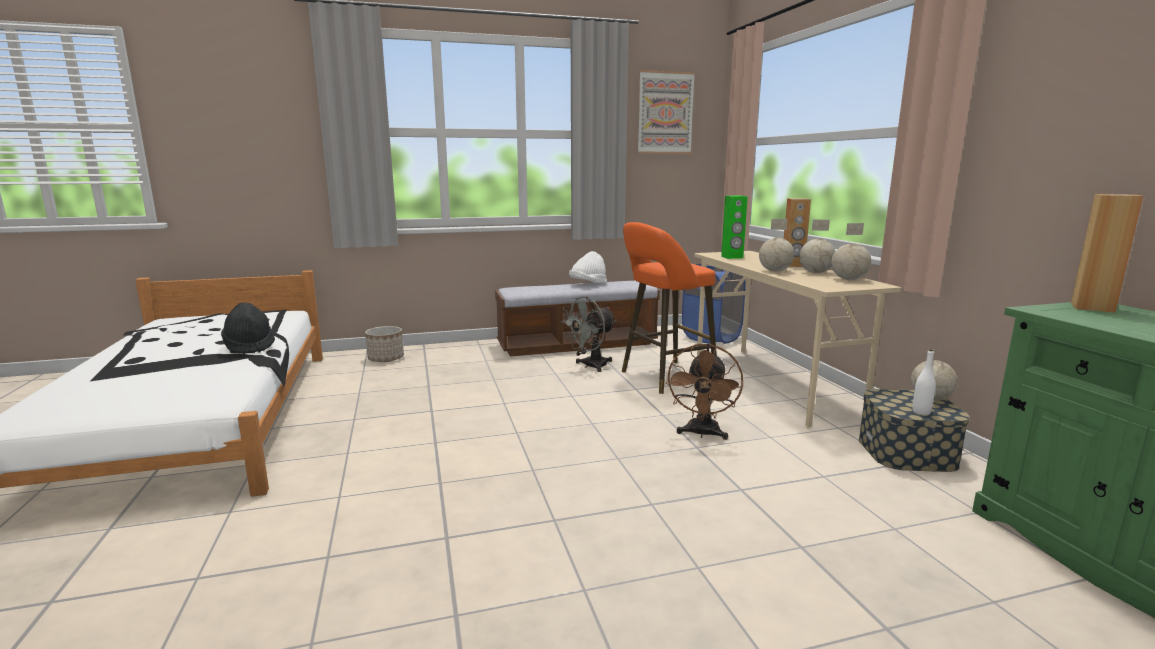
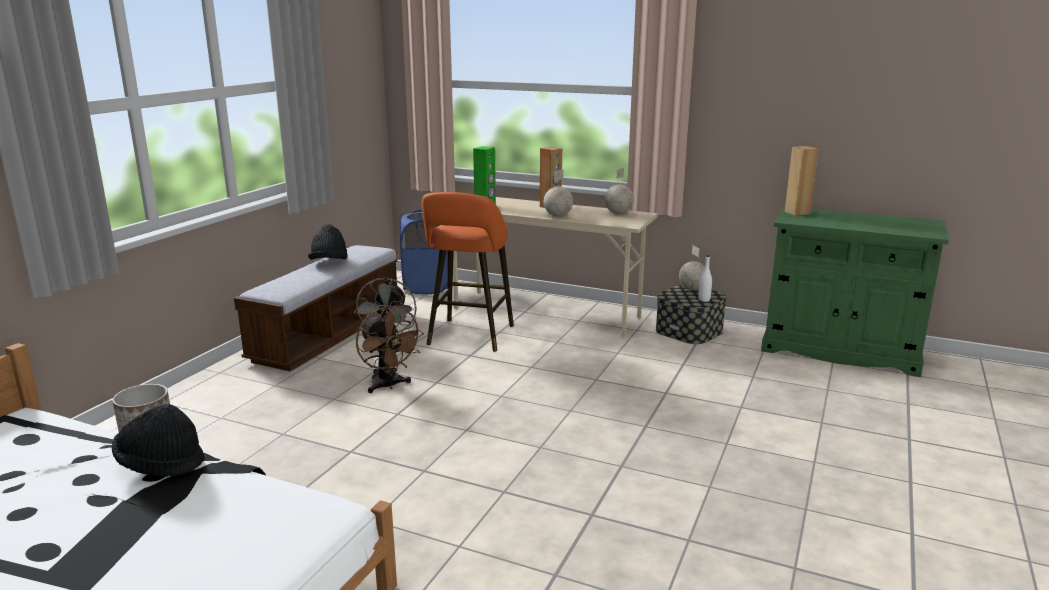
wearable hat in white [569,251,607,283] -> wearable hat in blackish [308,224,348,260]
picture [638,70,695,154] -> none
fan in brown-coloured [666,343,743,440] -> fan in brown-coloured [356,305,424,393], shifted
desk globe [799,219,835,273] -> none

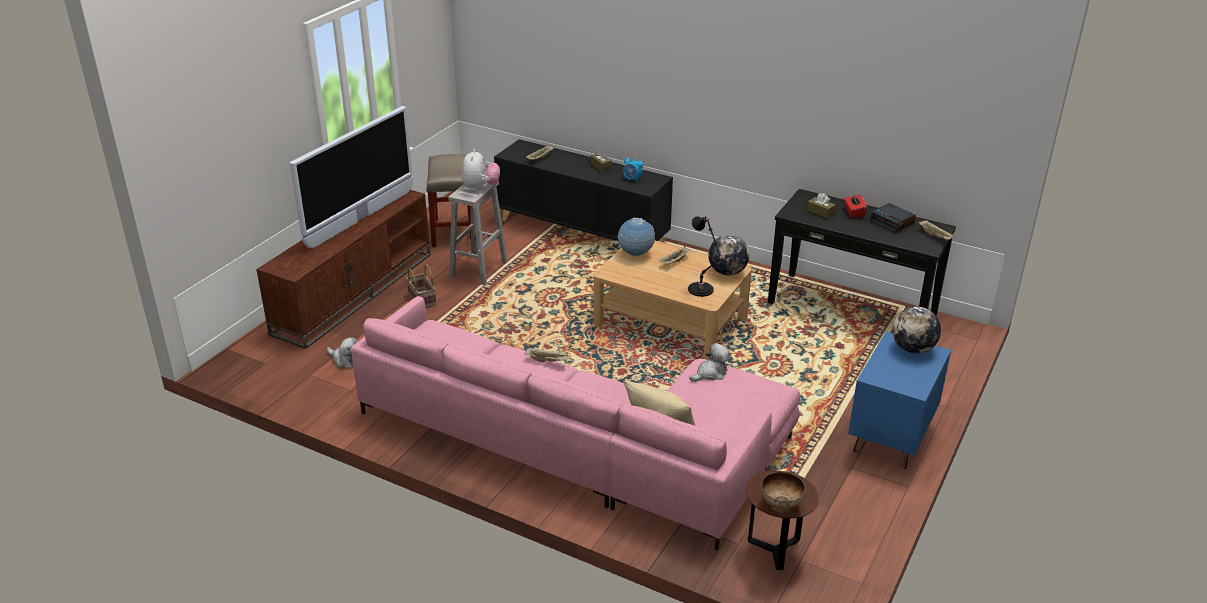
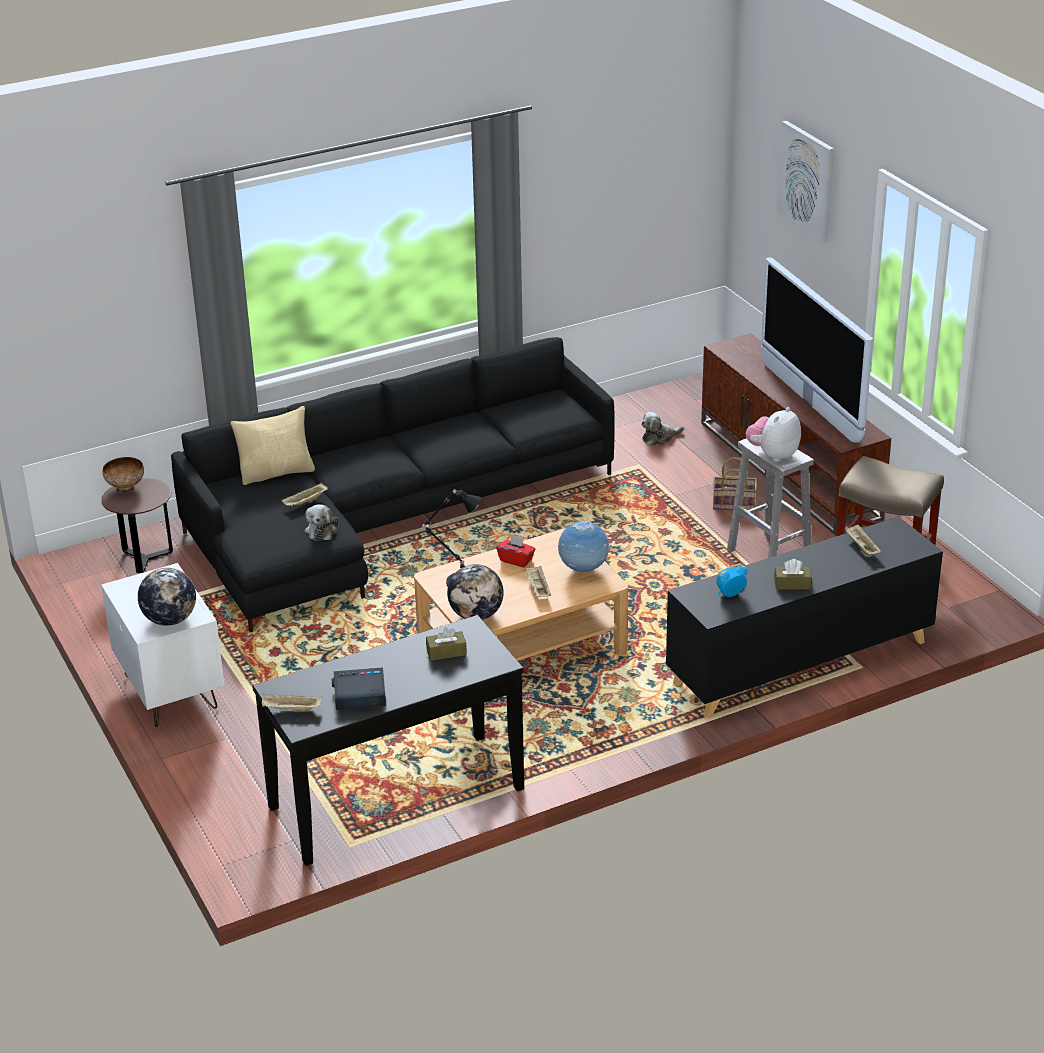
sofa in pinkish [351,296,800,551] -> sofa in blackish [171,337,615,632]
cuddly toy [462,149,500,191] -> cuddly toy [746,407,801,462], 90 degrees clockwise
serving tray in beige-coloured [525,347,568,363] -> serving tray in beige-coloured [281,482,328,506], shifted
tissue holder in red-coloured [844,194,867,218] -> tissue holder in red-coloured [496,534,535,567], shifted
nightstand in blue [848,331,951,469] -> nightstand in white [101,563,225,727]
none -> picture [777,121,834,243]

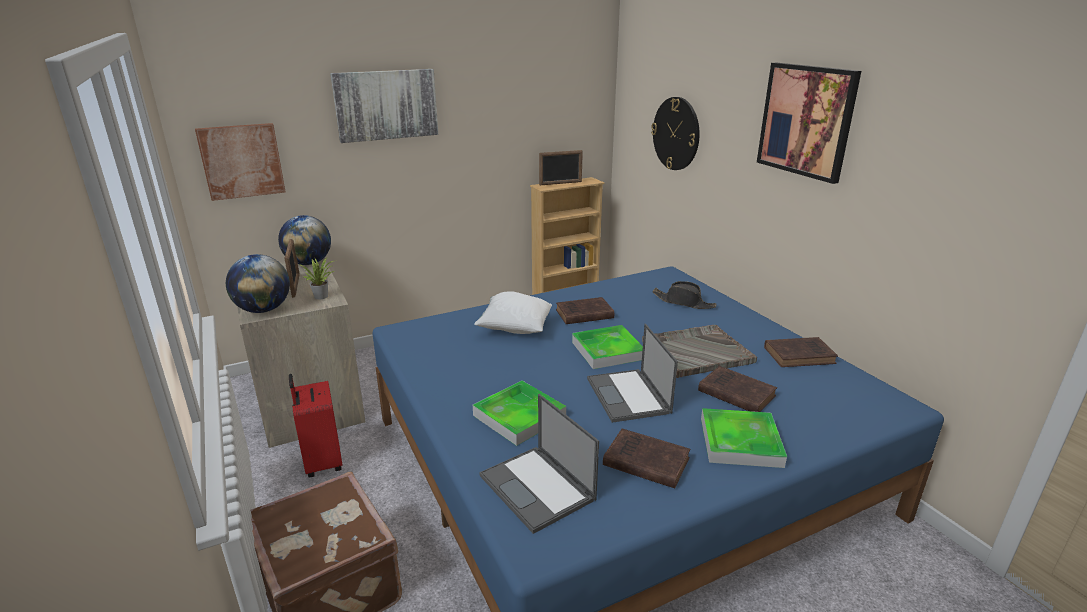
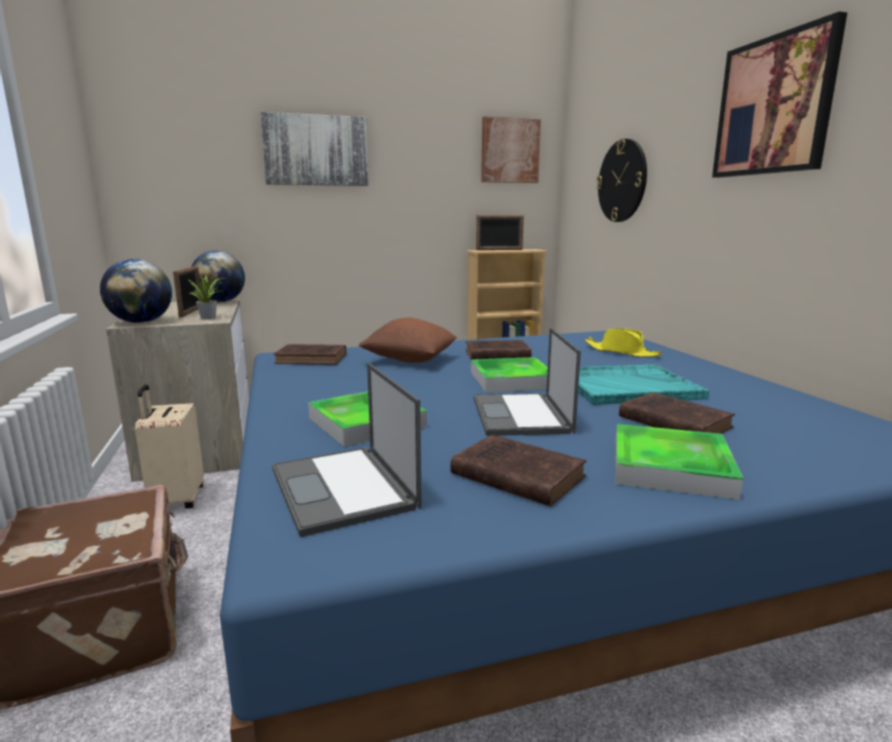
picture [195,123,286,201] -> picture [481,116,541,183], shifted
piece of luggage in red-coloured [289,374,343,478] -> piece of luggage in beige-coloured [135,384,204,509]
throw pillow in white [475,291,552,334] -> throw pillow in brown-coloured [358,317,457,363]
serving tray in gray [642,325,757,378] -> serving tray in turquoise-coloured [578,365,709,405]
wearable hat in blackish [652,281,717,309] -> wearable hat in yellow-coloured [585,328,663,357]
book in brown-coloured [764,337,838,367] -> book in brown-coloured [274,344,346,365], shifted

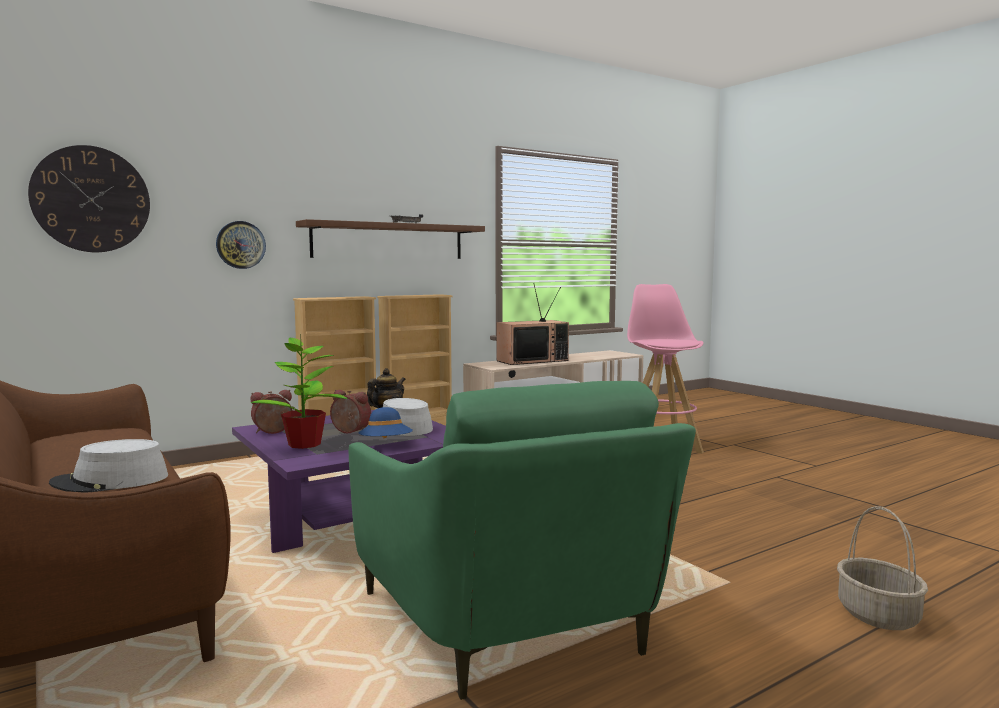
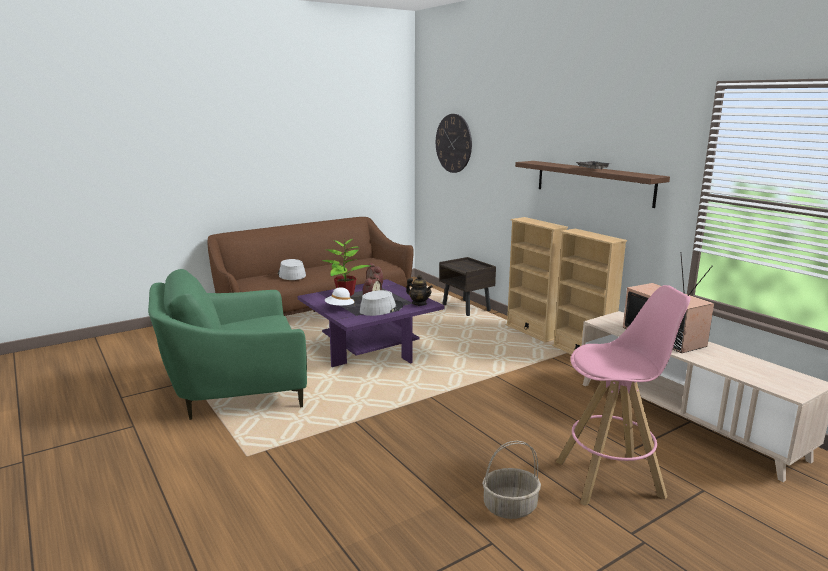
wall clock [216,221,266,269] -> none
wearable hat in blue [359,407,413,438] -> wearable hat in white [325,287,355,306]
storage basket [837,506,928,630] -> storage basket [482,441,541,519], shifted
none -> nightstand in brown-coloured [439,257,496,316]

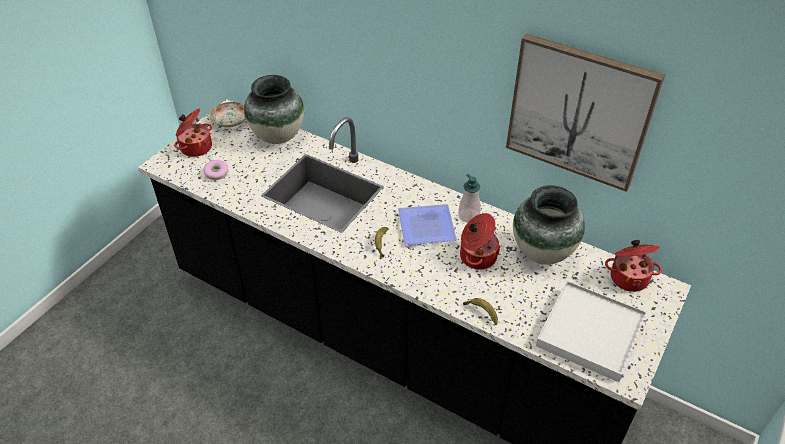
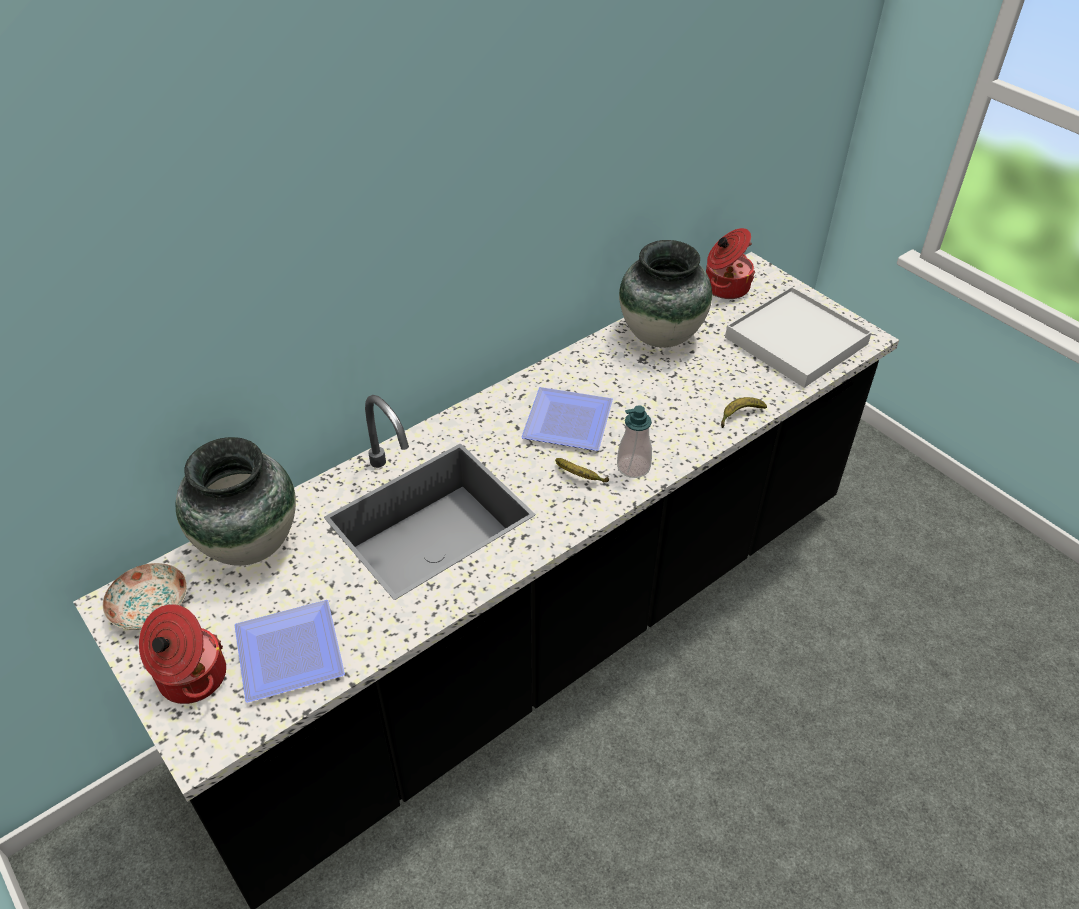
donut [203,160,229,180] -> flat dish [234,600,345,703]
soap dispenser [458,174,481,223] -> soap dispenser [617,405,652,478], shifted
saucepot [460,213,500,270] -> none
picture [506,34,665,192] -> none

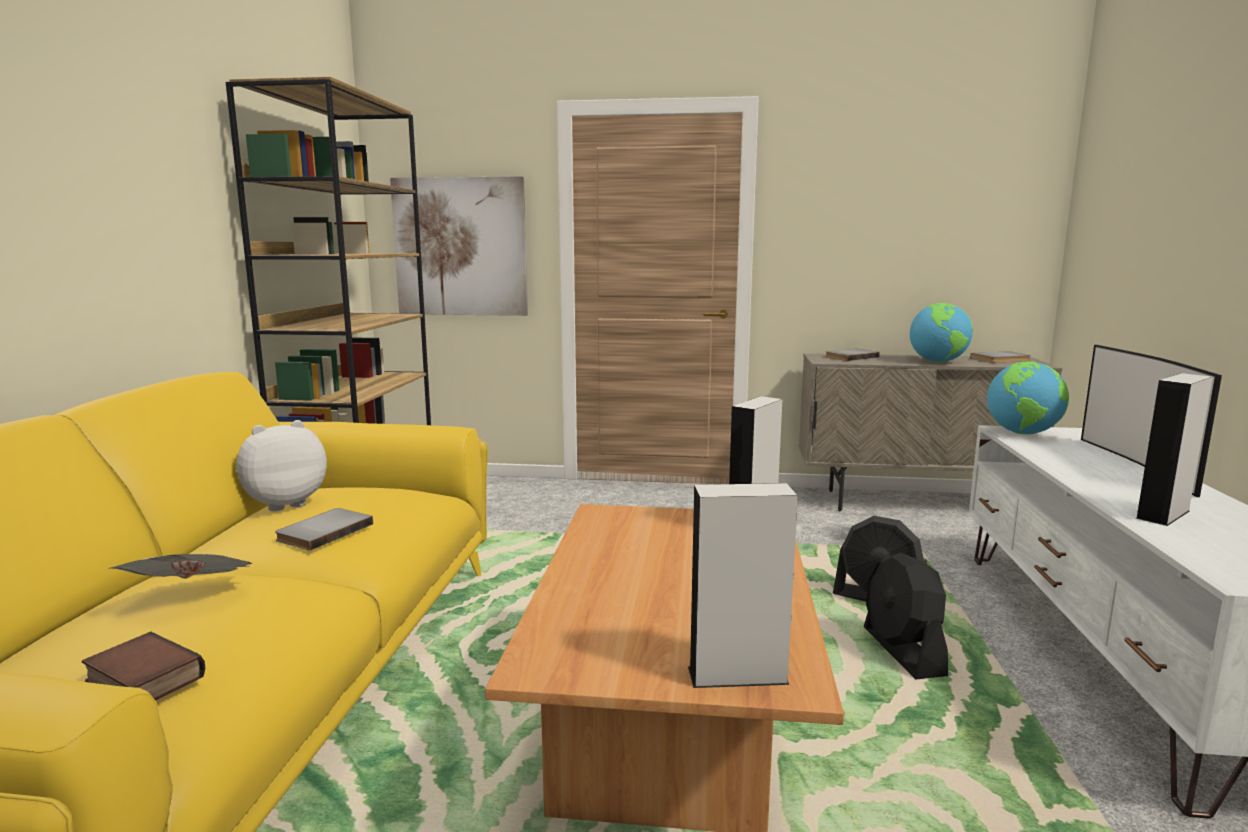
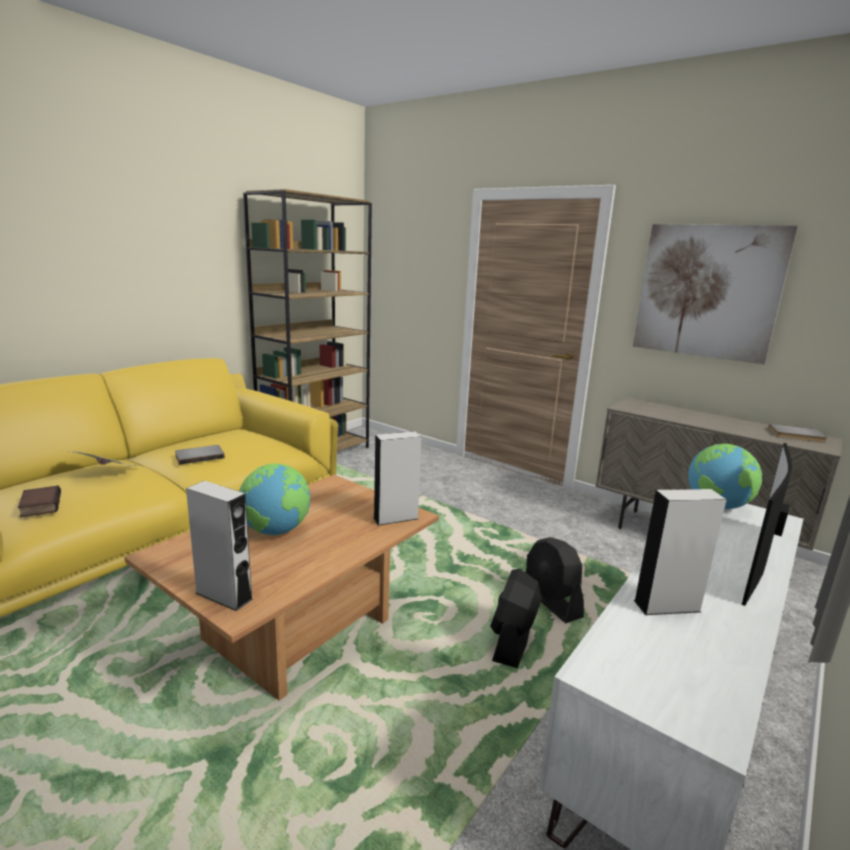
cuddly toy [237,420,327,511] -> none
picture [390,176,528,316] -> picture [633,224,798,365], shifted
book in gray [826,349,880,361] -> none
desk globe [910,303,973,363] -> desk globe [239,464,310,535], shifted

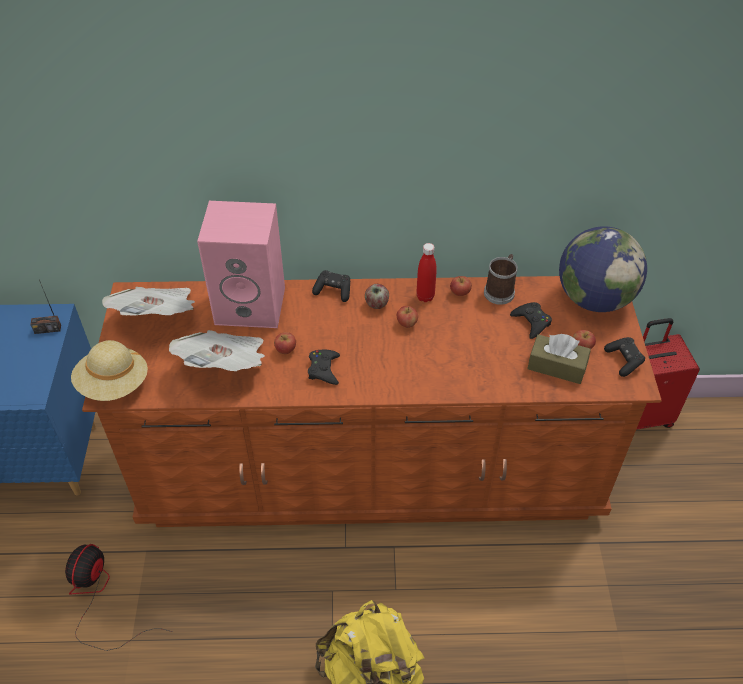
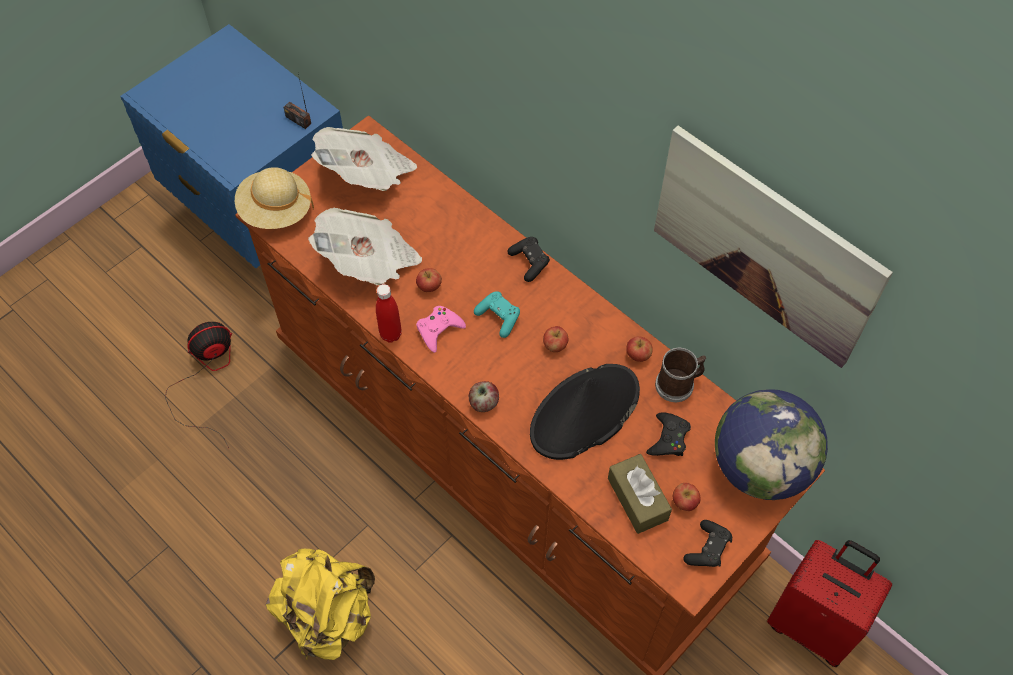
audio speaker in pinkish [197,201,285,328] -> none
gamepad in blackish [308,349,340,385] -> gamepad in pinkish [416,306,466,353]
whole apple [365,284,389,309] -> whole apple [469,381,499,412], shifted
beverage bottle in red-coloured [416,243,437,302] -> beverage bottle in red-coloured [376,284,402,343], shifted
none -> gamepad in turquoise-coloured [474,291,520,338]
none -> wearable hat in blackish [530,364,640,460]
none -> picture [654,125,893,368]

